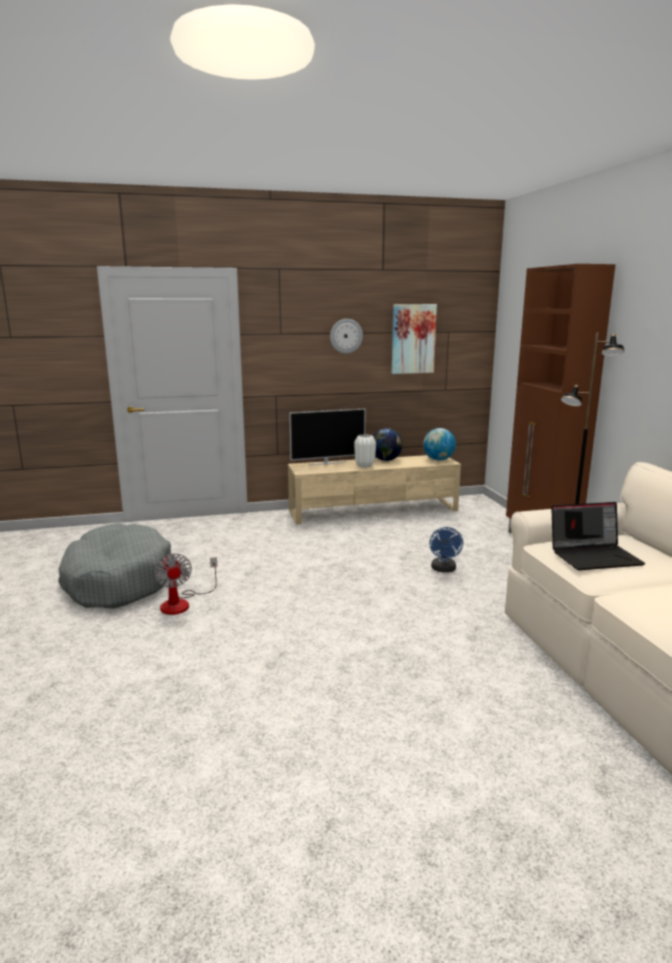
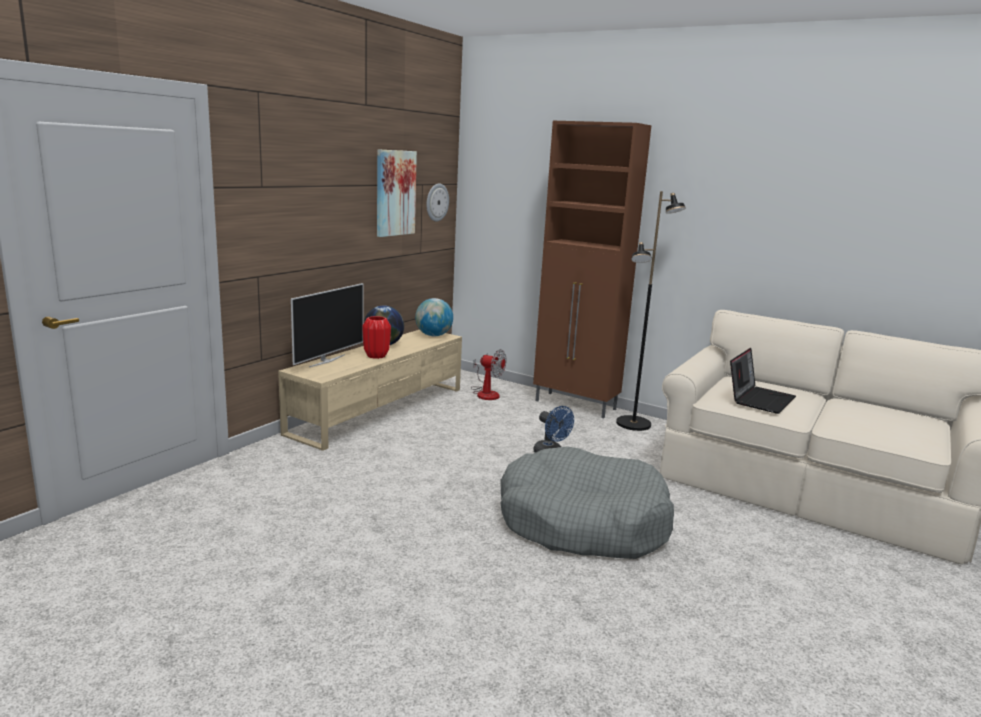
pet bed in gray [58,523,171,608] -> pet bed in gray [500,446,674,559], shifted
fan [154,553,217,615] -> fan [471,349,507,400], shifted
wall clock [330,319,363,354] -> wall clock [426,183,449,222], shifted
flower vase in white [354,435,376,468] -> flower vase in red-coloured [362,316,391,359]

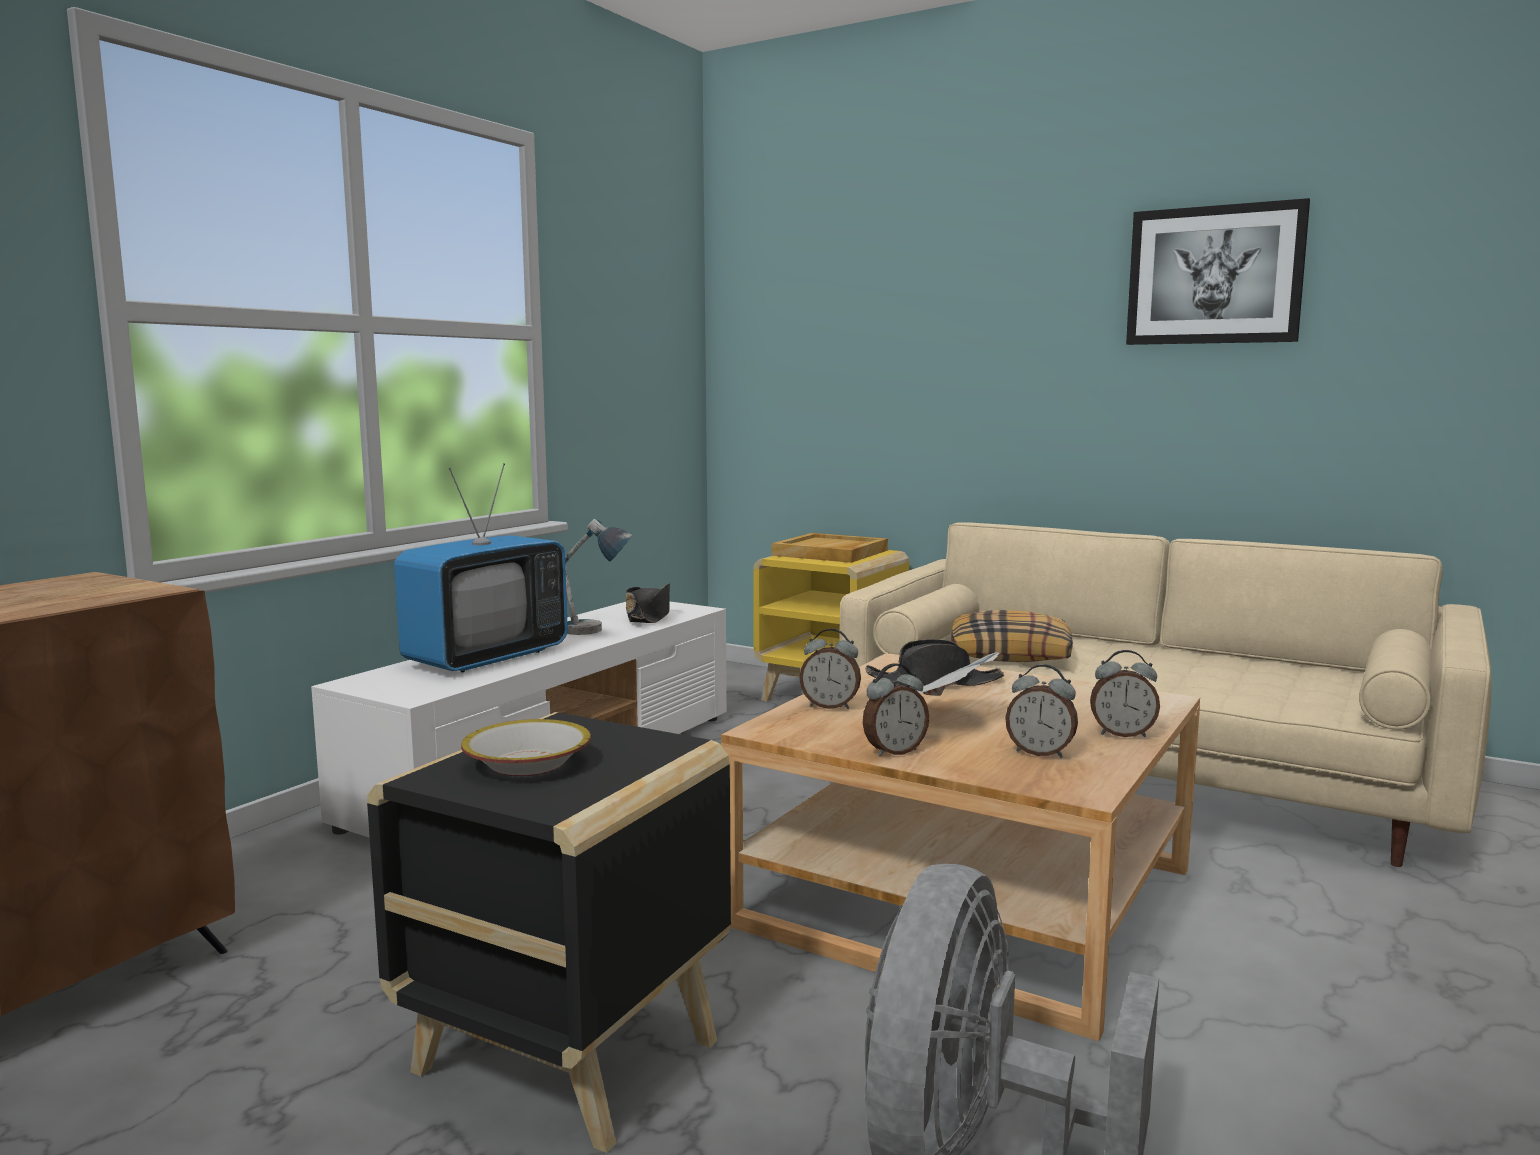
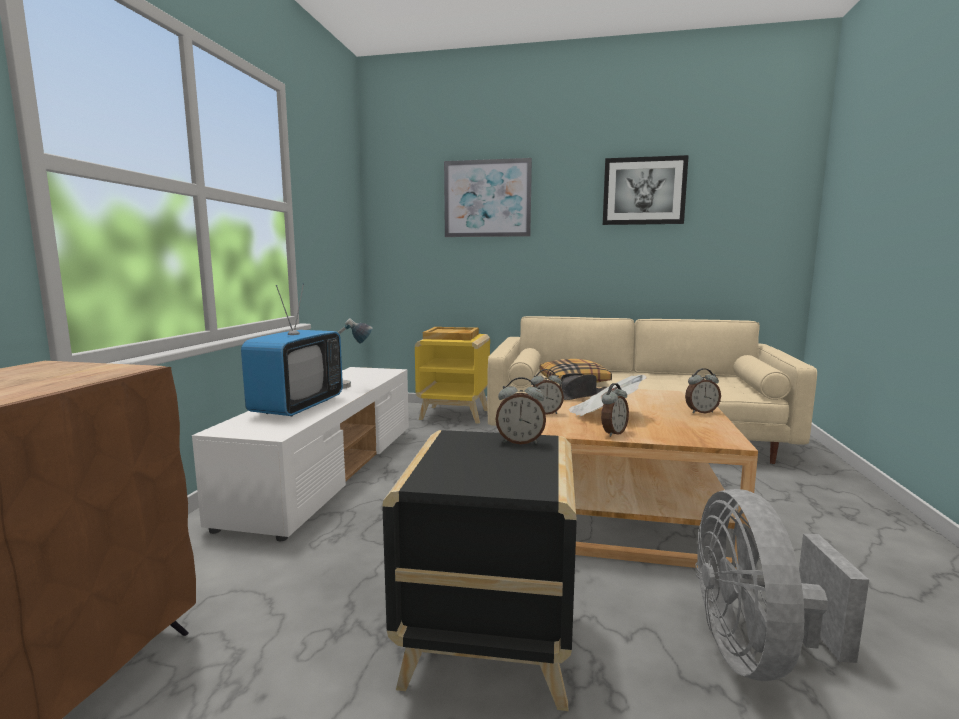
bowl [461,719,591,776] -> none
wearable hat in blackish [626,583,670,623] -> none
bedside clock [1005,664,1078,758] -> bedside clock [496,377,546,444], shifted
none -> picture [444,158,532,237]

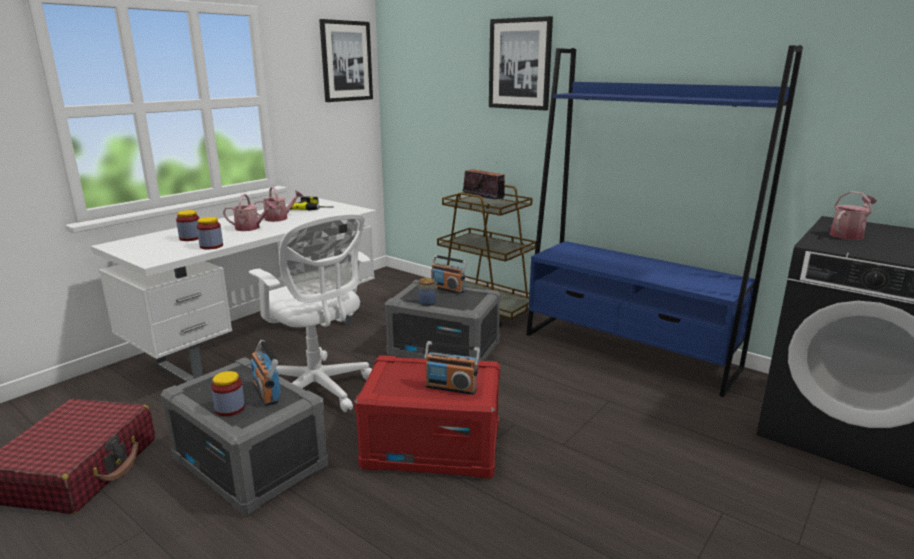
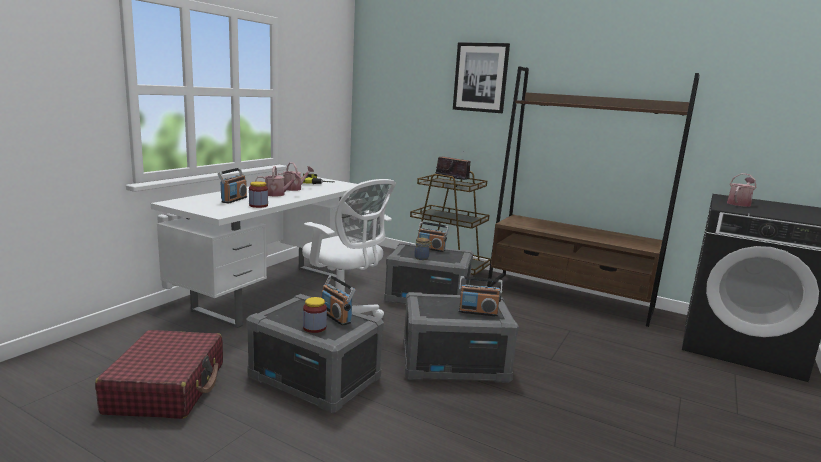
jar [176,210,199,241] -> radio [218,168,247,203]
picture [319,19,373,102] -> none
storage container in red-coloured [354,355,500,479] -> storage container in gray [403,292,519,383]
bookcase in blue [526,45,803,397] -> bookcase in brown-coloured [487,66,700,327]

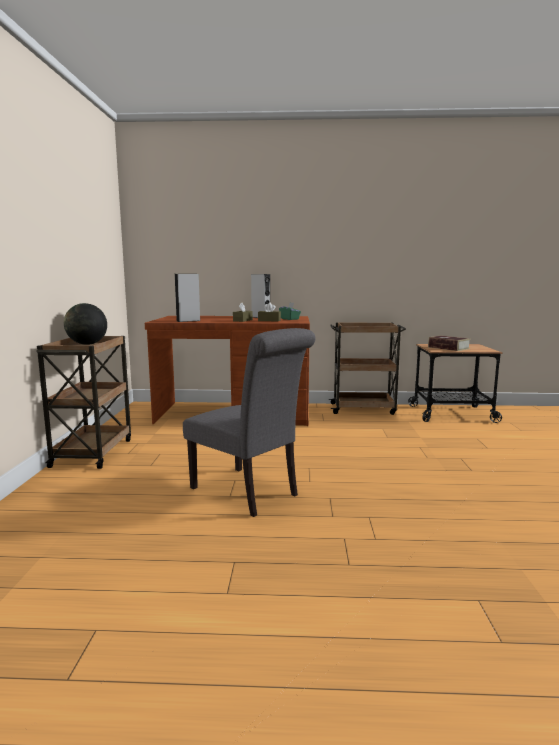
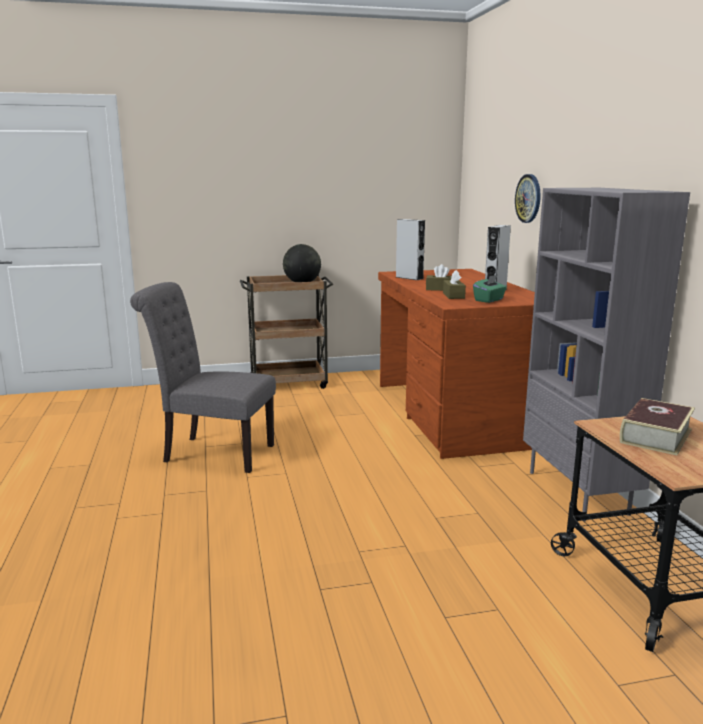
upright chair in gray [183,328,315,517] -> upright chair in gray [130,282,276,473], 75 degrees clockwise
trolley in brown-coloured [329,322,406,415] -> bookcase in gray [523,188,690,521]
none -> wall clock [515,174,541,223]

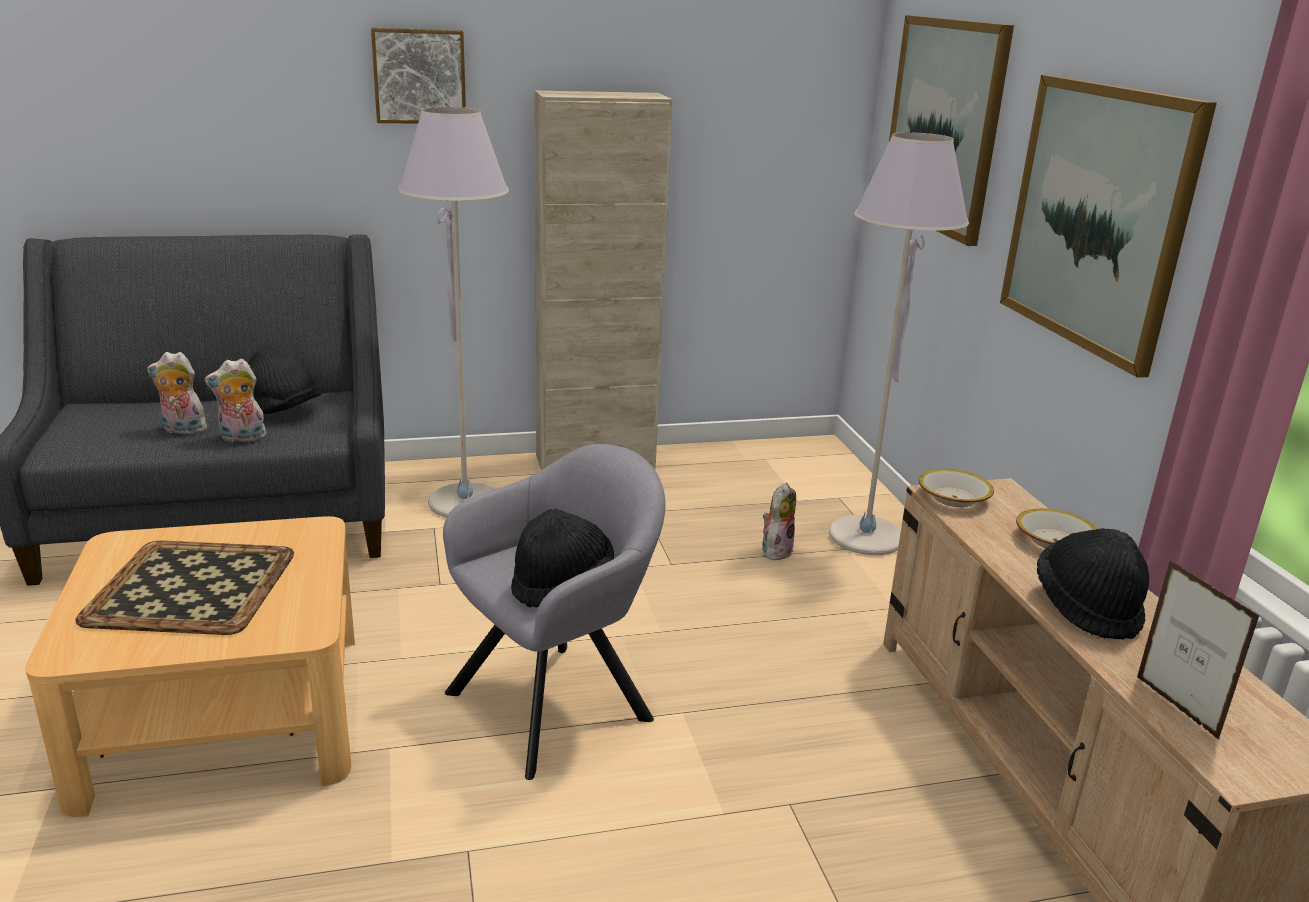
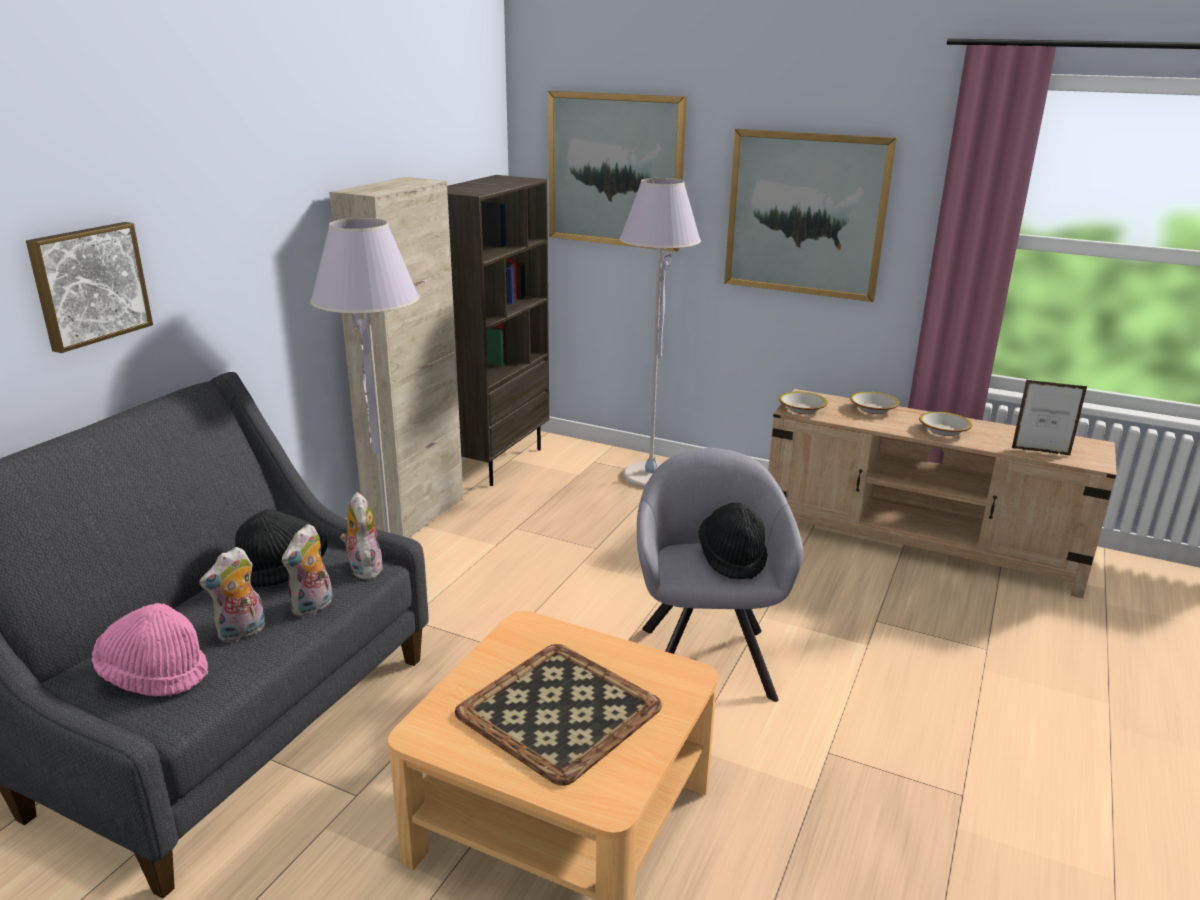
picture [371,28,466,124] -> picture [26,222,153,353], shifted
cuddly toy [762,483,796,560] -> cuddly toy [340,492,384,579], shifted
wearable hat in blackish [1037,528,1149,639] -> bowl [919,412,972,436]
none -> wearable hat in pinkish [92,603,208,697]
none -> bookcase in brown-coloured [447,175,549,486]

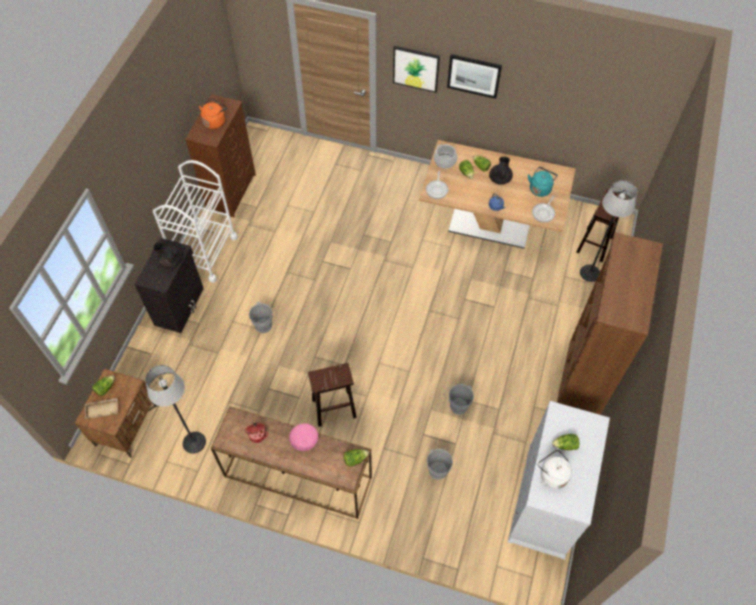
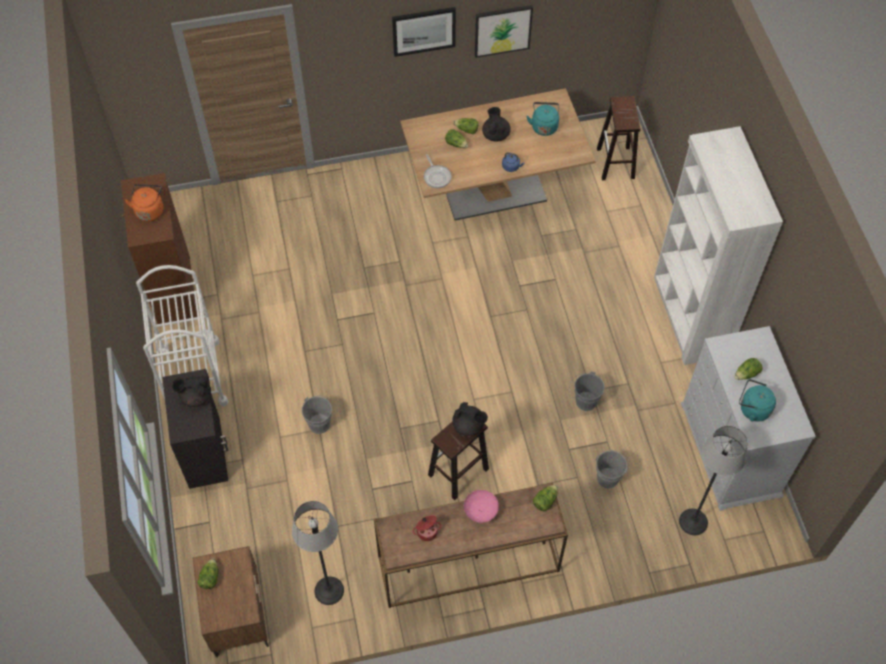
serving tray in beige-coloured [85,398,118,419] -> none
picture [393,46,440,93] -> picture [475,5,533,58], shifted
saucepot [434,144,457,169] -> none
pan [532,195,555,223] -> none
water kettle in white [538,450,572,489] -> water kettle in turquoise-coloured [739,379,776,422]
bookcase in brown-coloured [557,232,663,415] -> bookcase in white [654,126,783,365]
standing lamp [580,180,637,282] -> standing lamp [679,426,748,535], shifted
none -> tea pot in blackish [452,402,488,436]

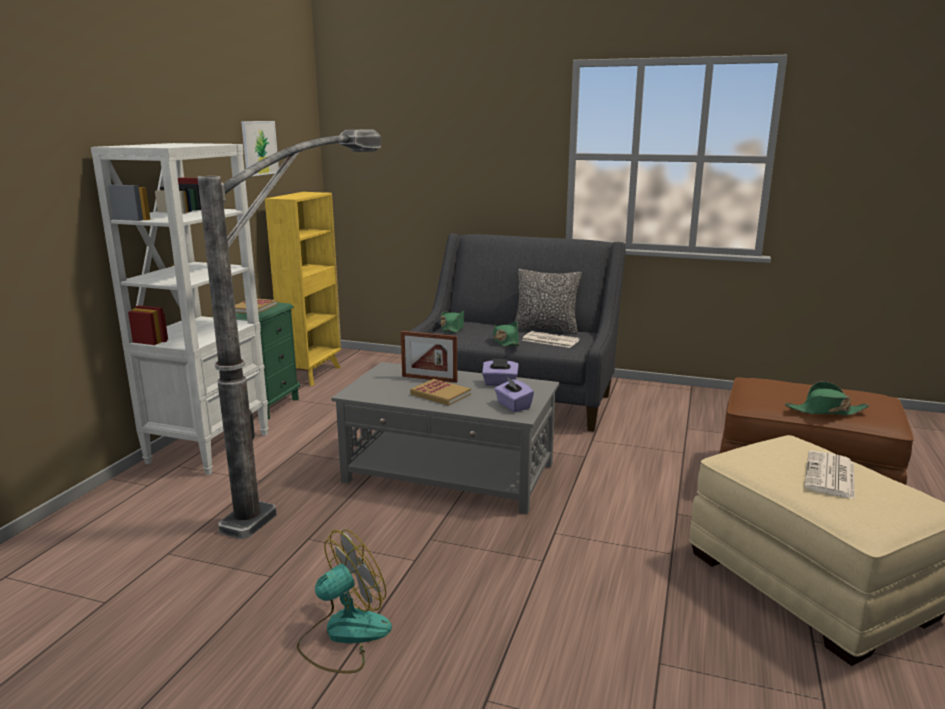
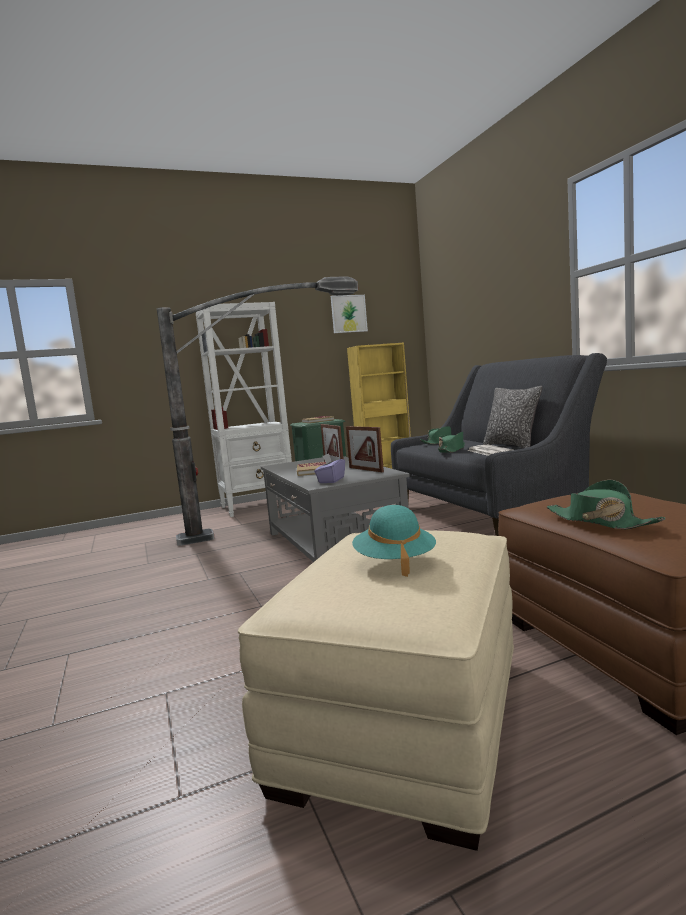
fan [297,529,392,673] -> none
tissue holder in purple-coloured [482,358,519,386] -> picture frame [346,426,384,472]
daily paper [804,451,855,499] -> wearable hat in turquoise-coloured [352,505,436,577]

